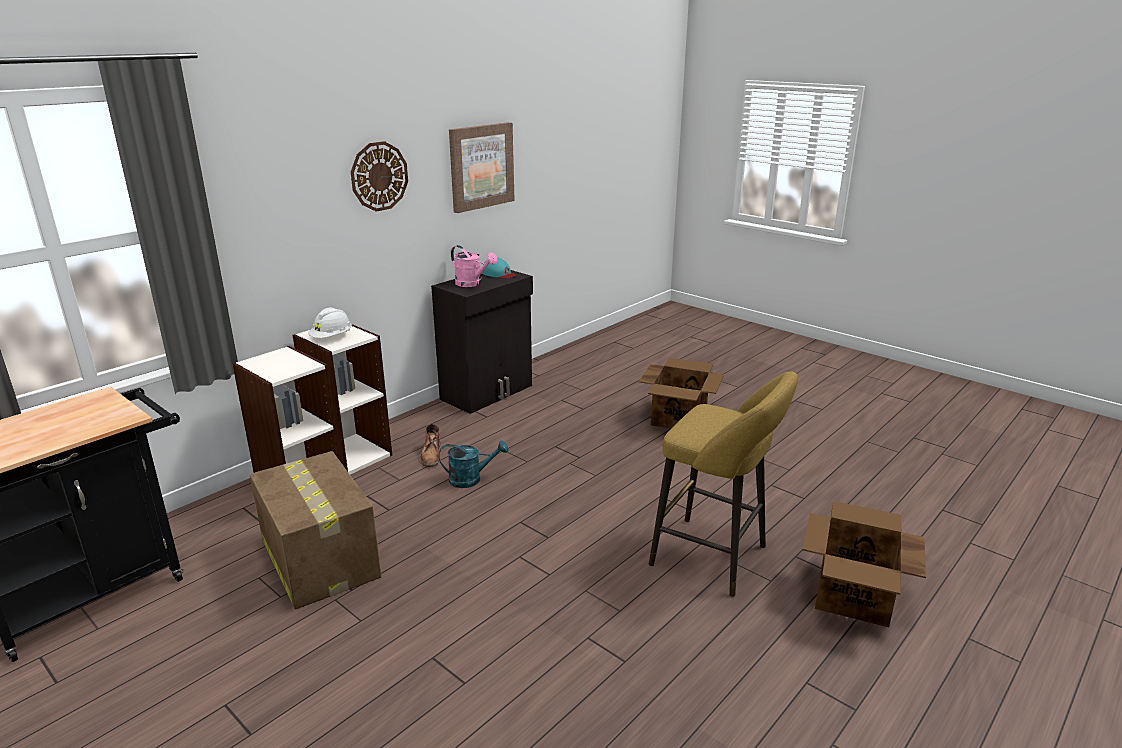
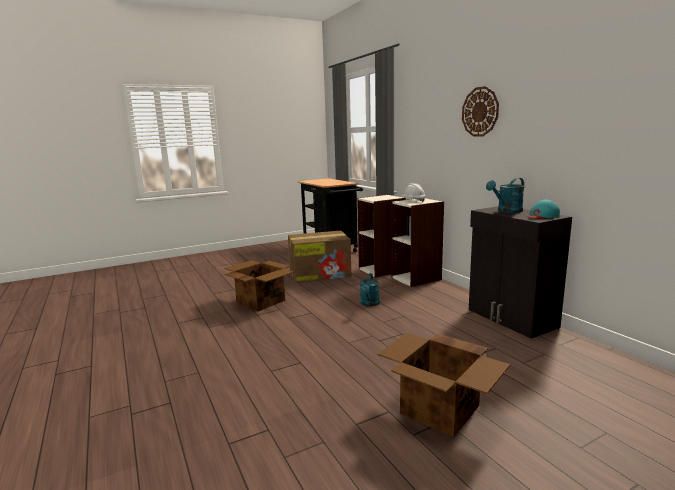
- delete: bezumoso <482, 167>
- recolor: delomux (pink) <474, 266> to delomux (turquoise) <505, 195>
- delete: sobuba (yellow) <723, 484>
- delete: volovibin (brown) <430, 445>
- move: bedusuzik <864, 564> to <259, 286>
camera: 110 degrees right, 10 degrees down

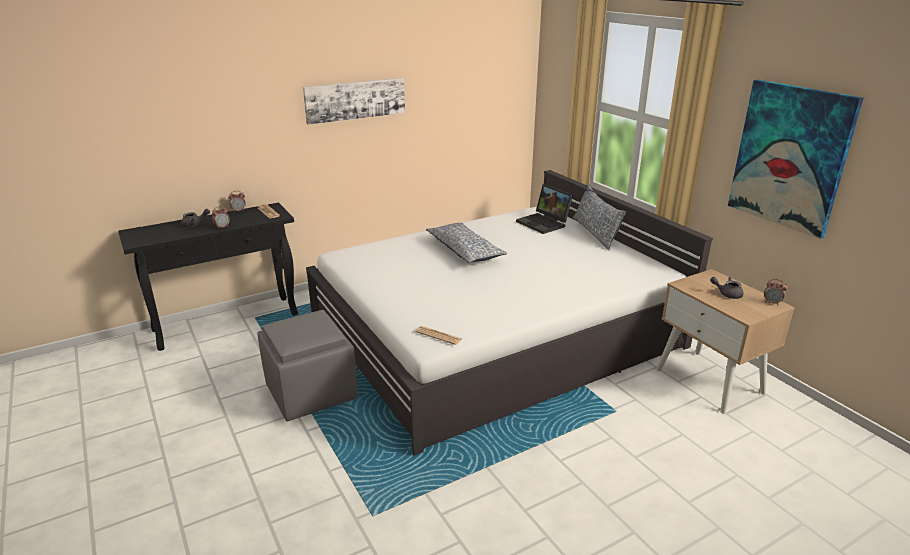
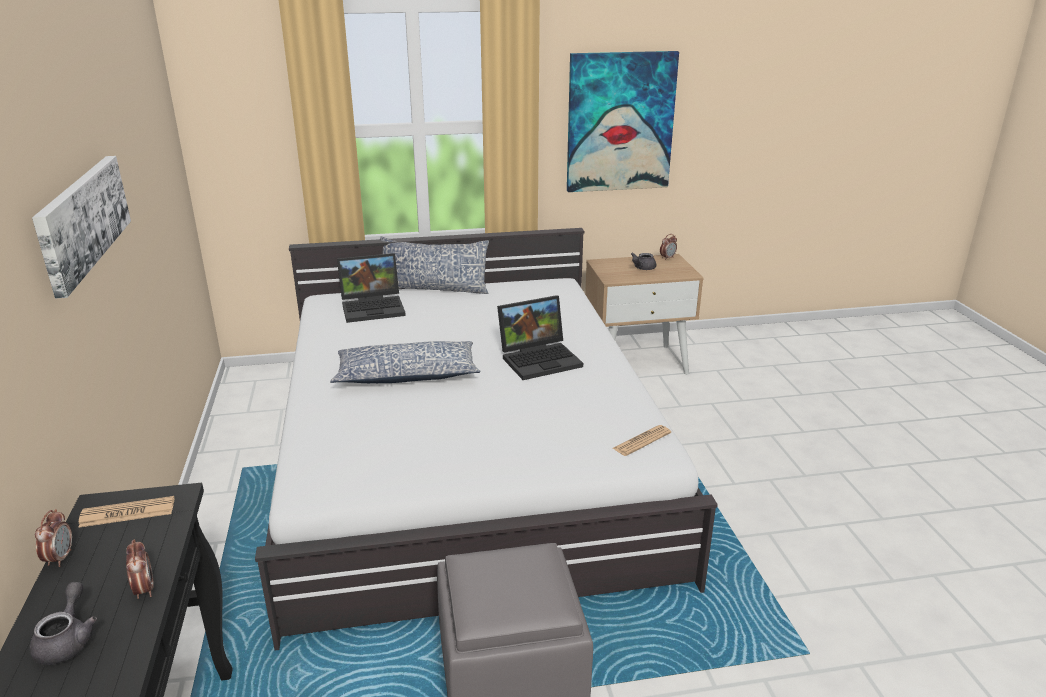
- insert: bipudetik <540, 337>
camera: 70 degrees left, 0 degrees up

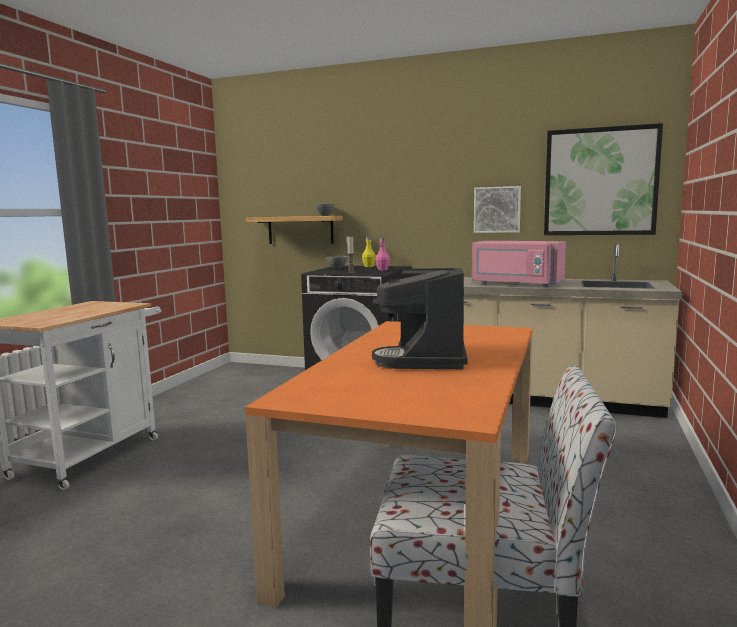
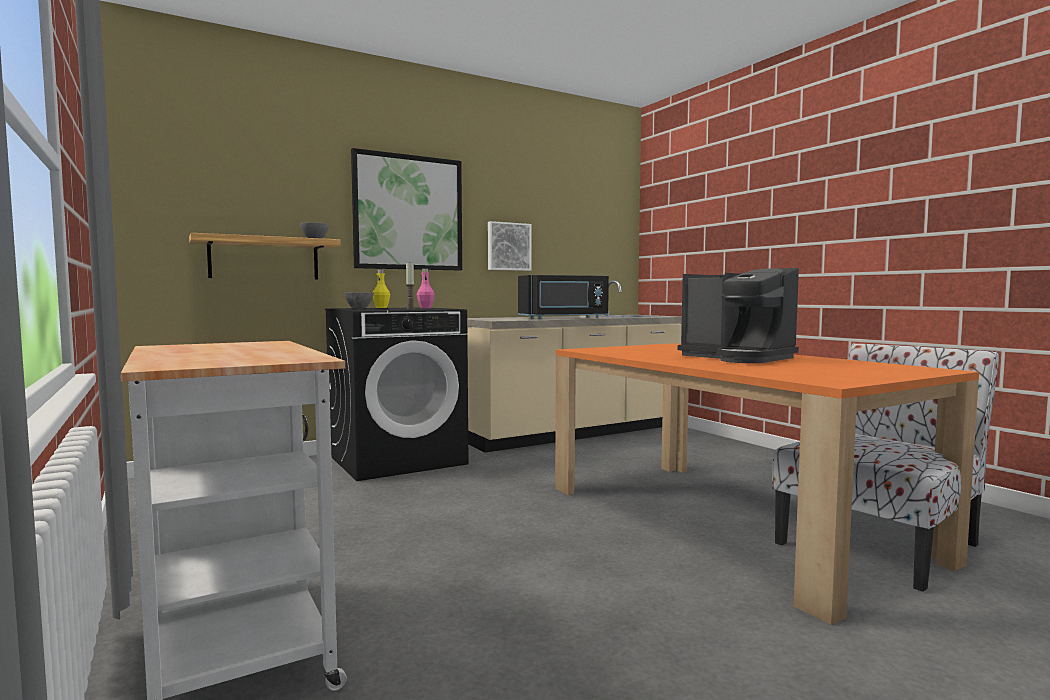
- move: bezumoso <603, 179> to <406, 209>
- recolor: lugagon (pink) <519, 264> to lugagon (black) <563, 297>
camera: 50 degrees left, 5 degrees down

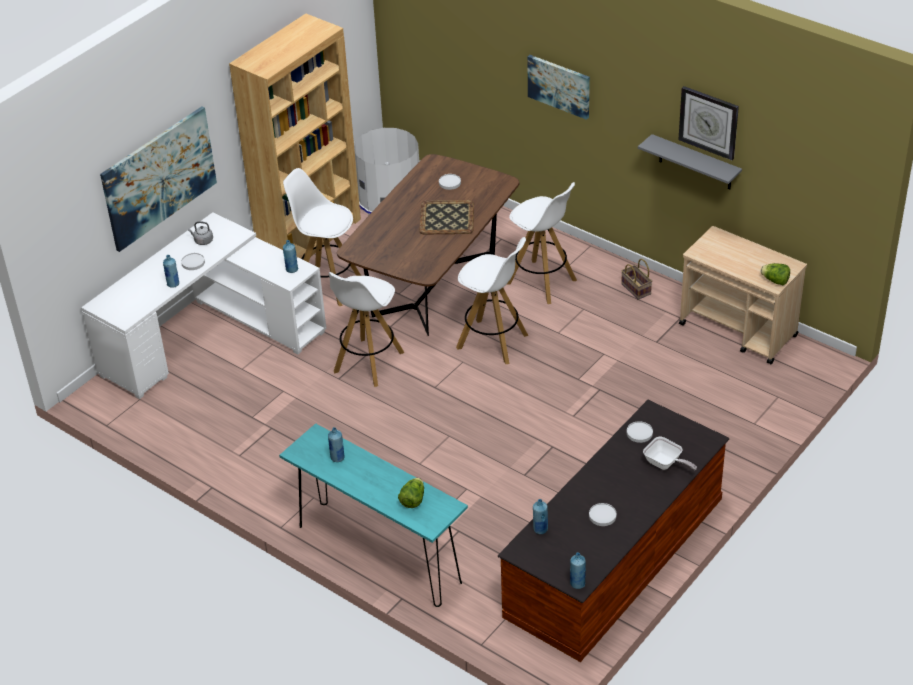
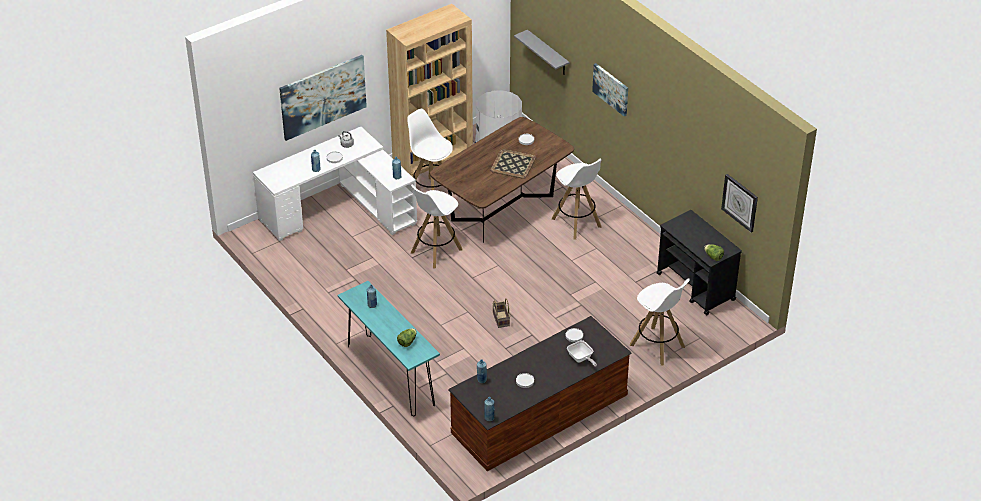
- move: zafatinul <708, 123> to <739, 203>
- move: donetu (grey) <690, 161> to <541, 52>
- recolor: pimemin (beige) <743, 295> to pimemin (black) <699, 262>
- move: sobuba (white) <492, 300> to <660, 322>
- move: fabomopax <636, 279> to <501, 313>
camera: 15 degrees right, 0 degrees up

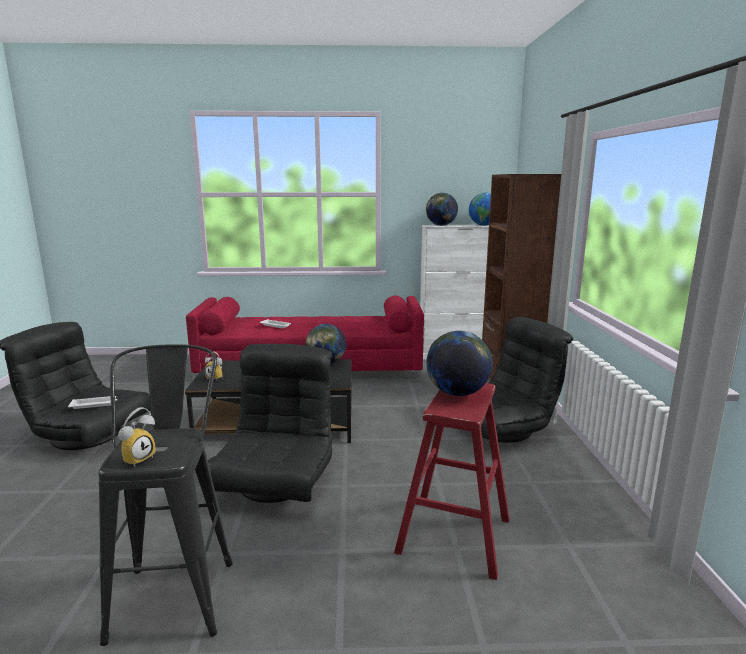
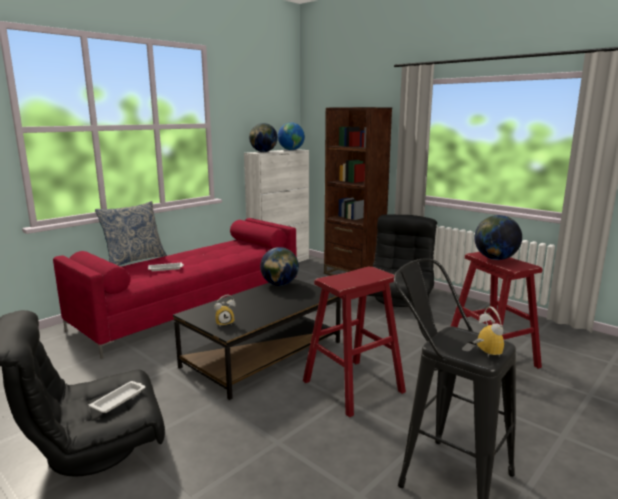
- replace: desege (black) <270, 423> to sobuba (red) <354, 342>
- insert: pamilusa <131, 233>
camera: 45 degrees left, 0 degrees up

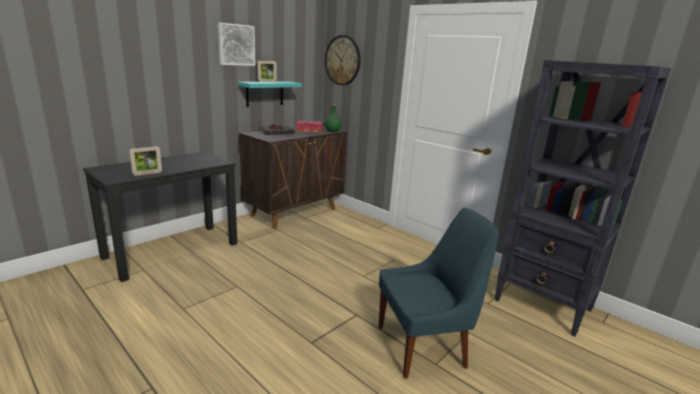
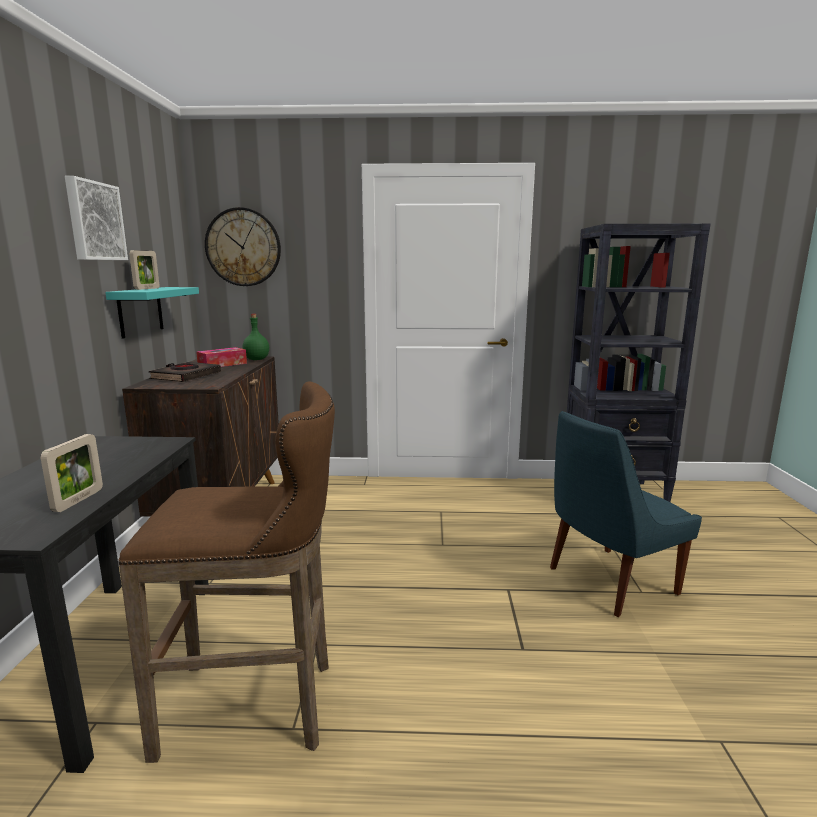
- rotate: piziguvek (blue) <439, 293> = <626, 514> 150 degrees counterclockwise
- insert: sobuba (brown) <226, 572>
camera: 40 degrees left, 5 degrees down

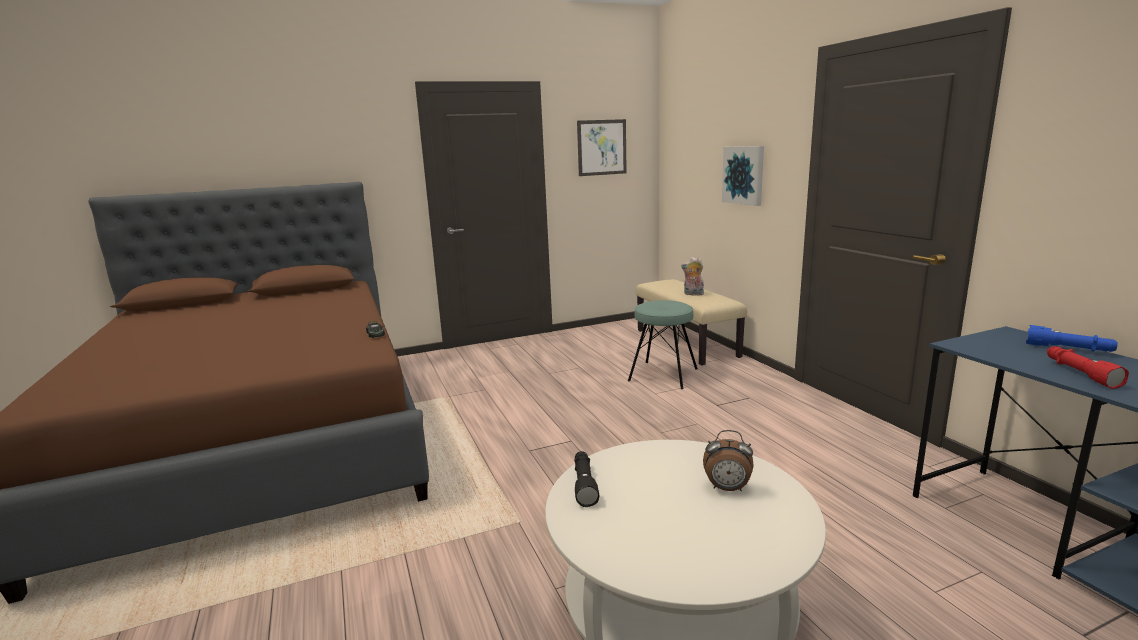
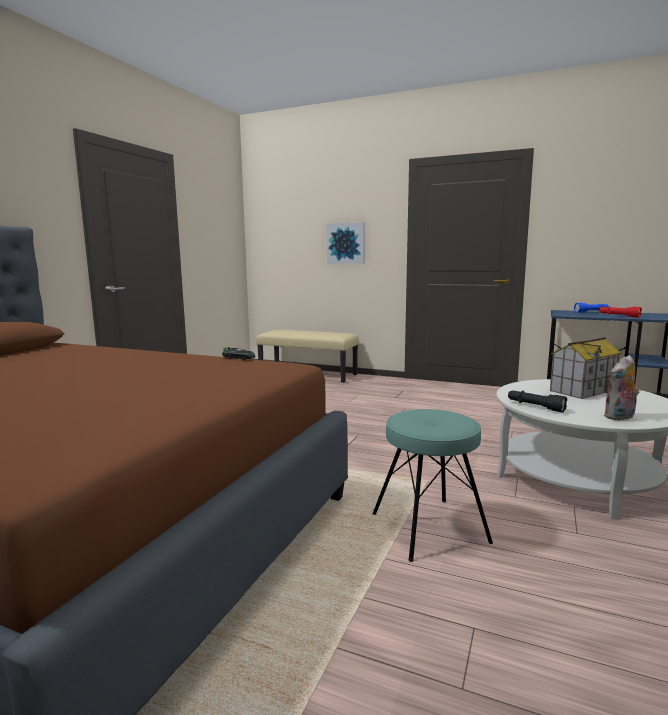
- delete: bezumoso <602, 147>
- move: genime <693, 276> to <621, 388>
- move: sobuba (turquoise) <663, 344> to <432, 485>
- replace: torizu <728, 460> to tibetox <585, 368>
camera: 45 degrees left, 5 degrees down

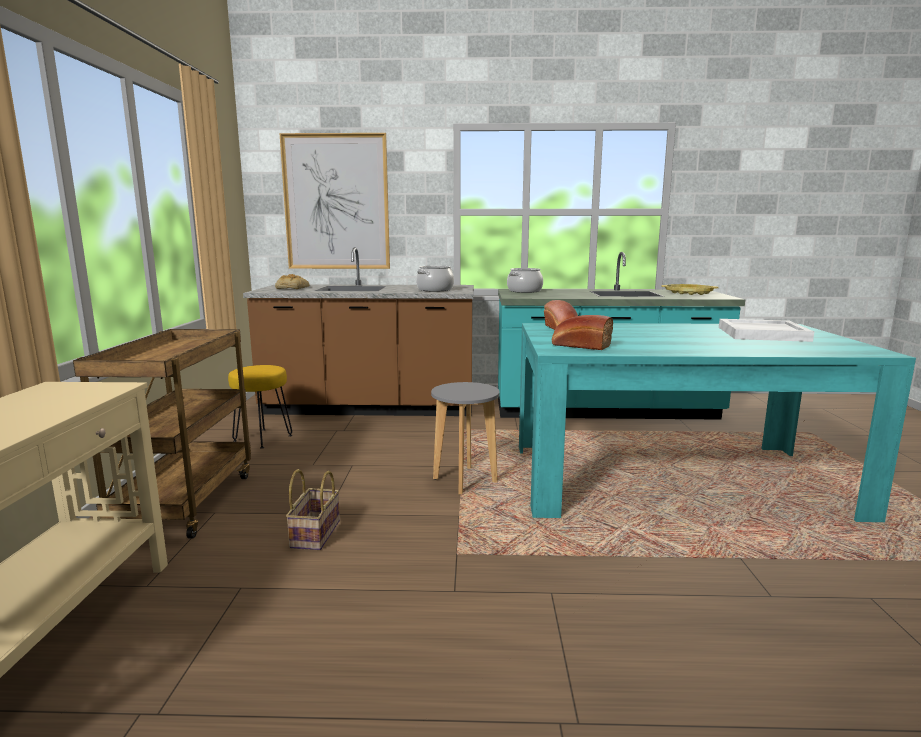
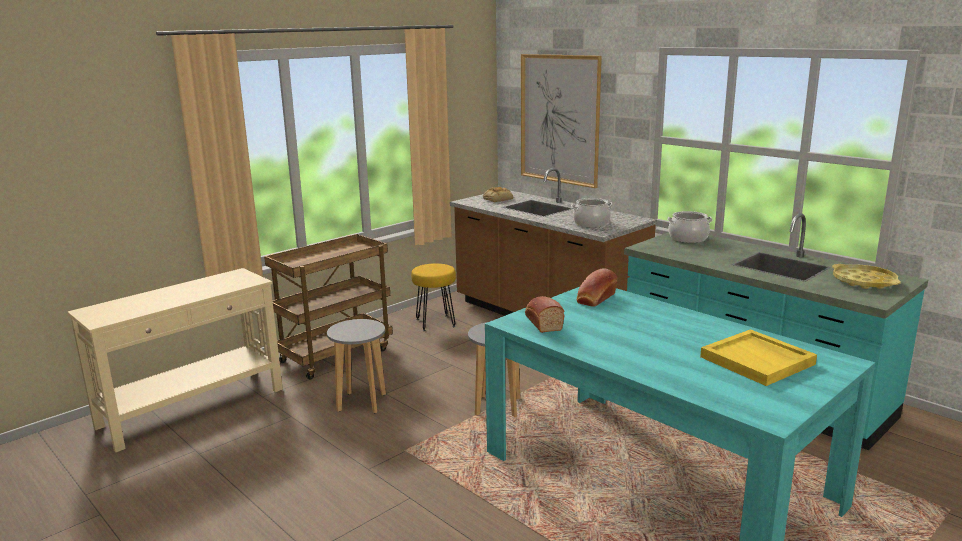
- recolor: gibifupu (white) <766, 330> to gibifupu (yellow) <758, 357>
- replace: fabomopax <313, 509> to sobuba (grey) <356, 366>
camera: 45 degrees right, 5 degrees up

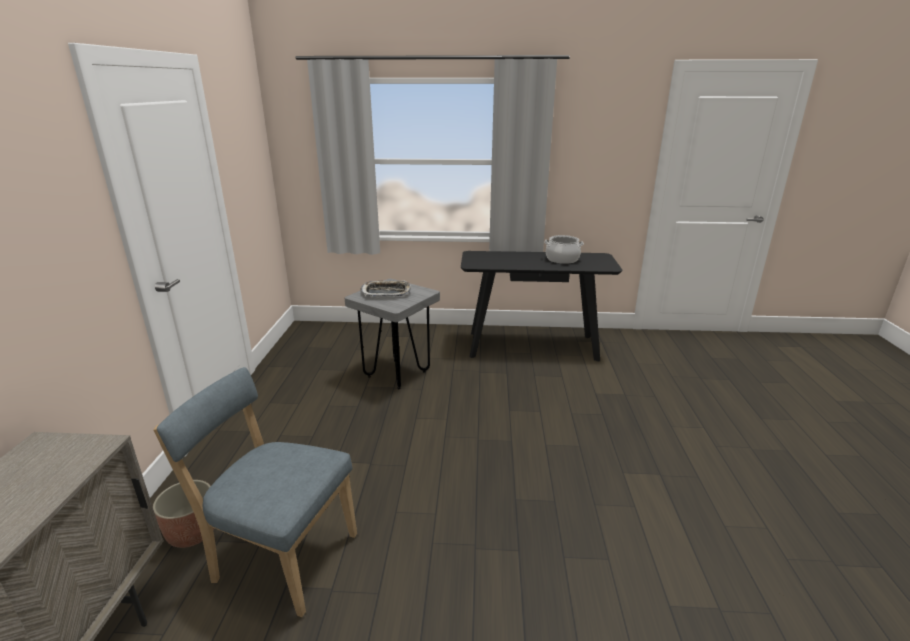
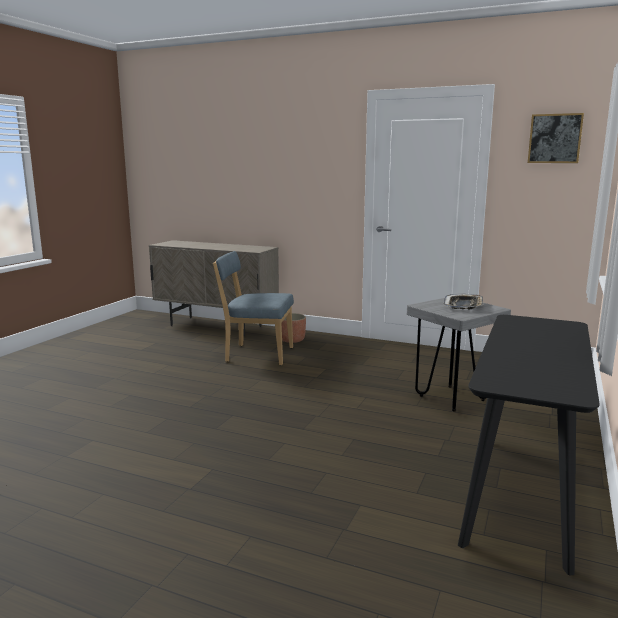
- delete: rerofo <564, 249>
- rotate: piziguvek (blue) <255, 492> = <253, 308> 120 degrees counterclockwise
- insert: bezumoso <556, 138>
camera: 110 degrees right, 10 degrees down

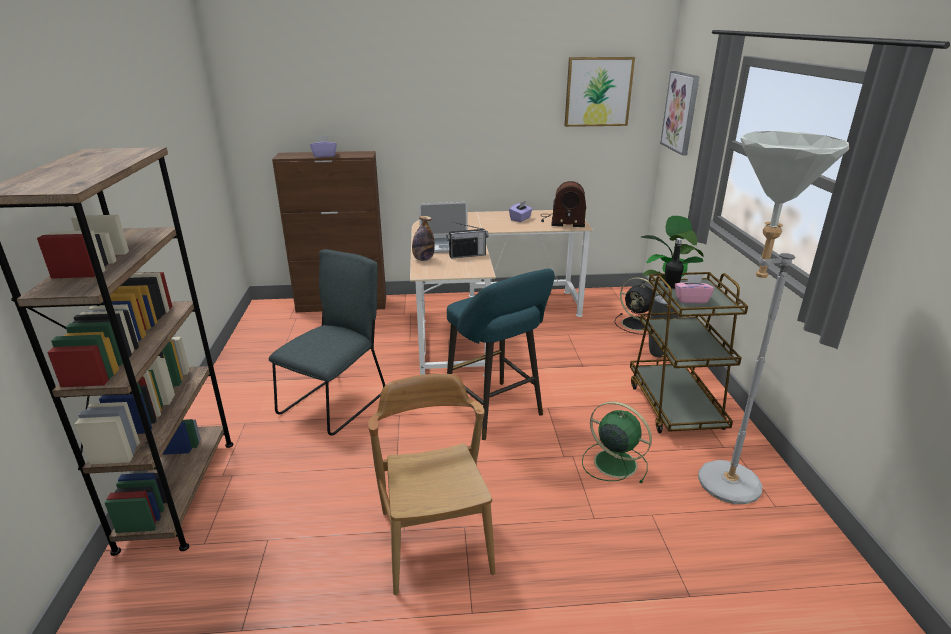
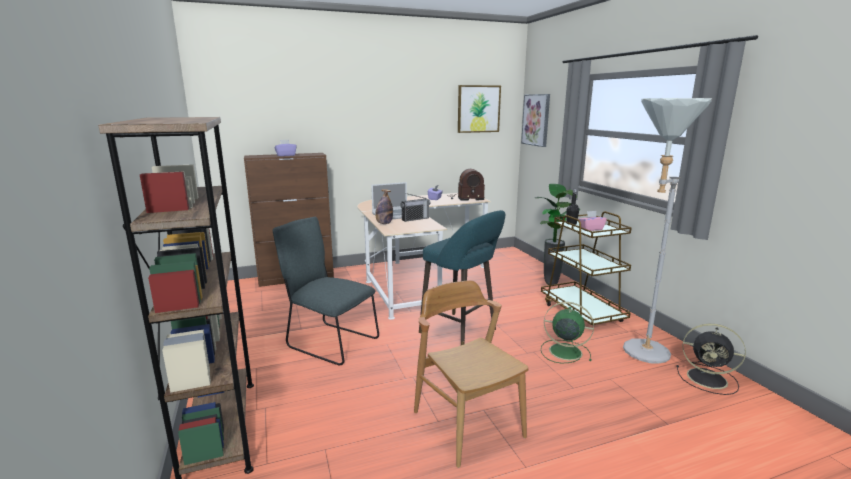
- rotate: piziguvek (grey) <327, 342> = <326, 291> 75 degrees counterclockwise
- move: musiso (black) <636, 305> to <711, 359>
camera: 15 degrees left, 10 degrees down

